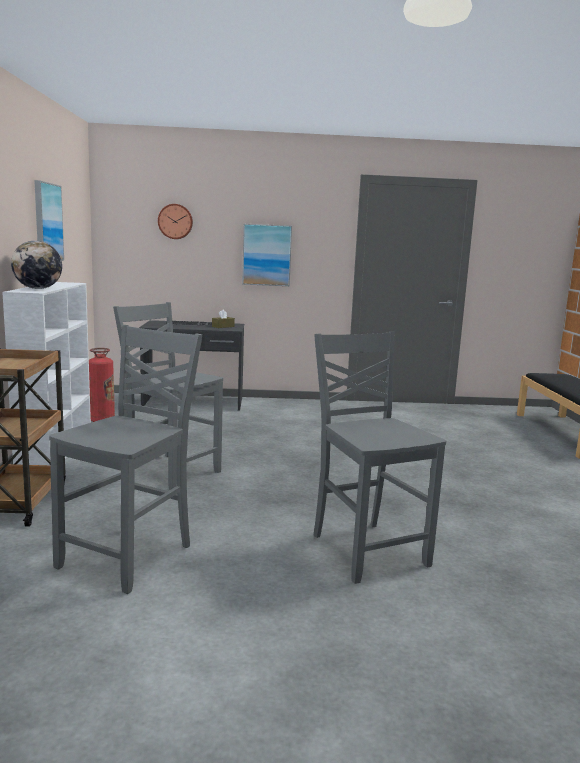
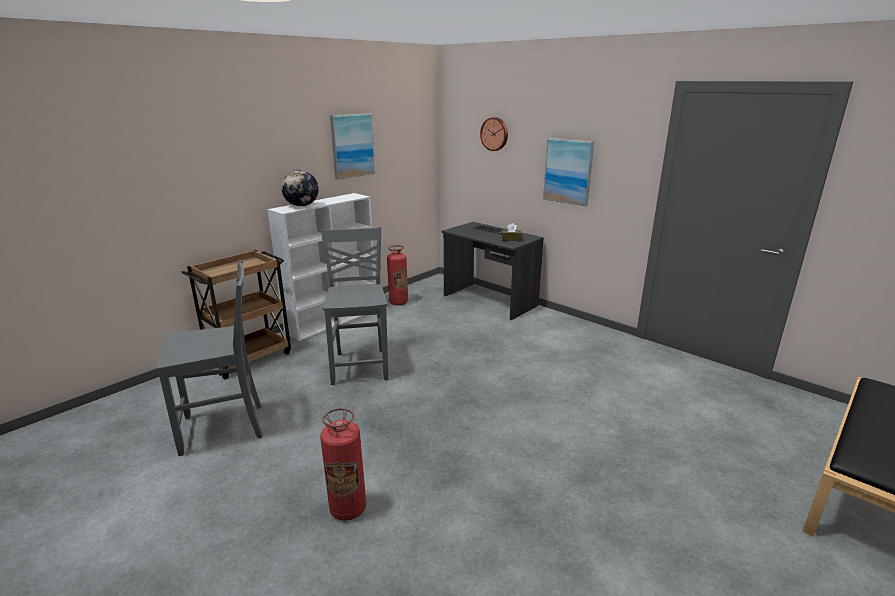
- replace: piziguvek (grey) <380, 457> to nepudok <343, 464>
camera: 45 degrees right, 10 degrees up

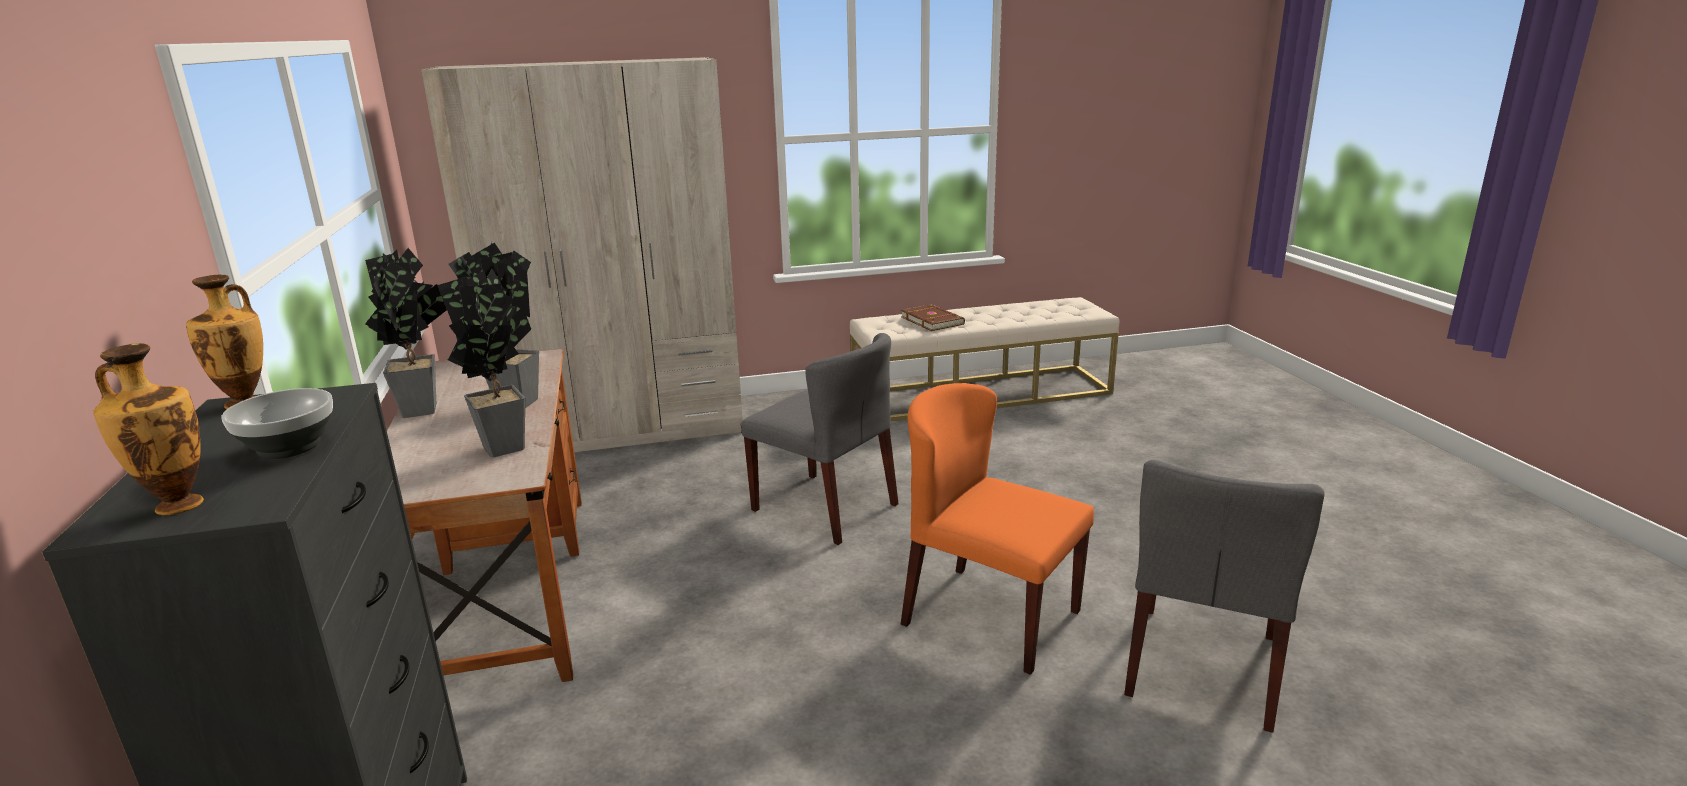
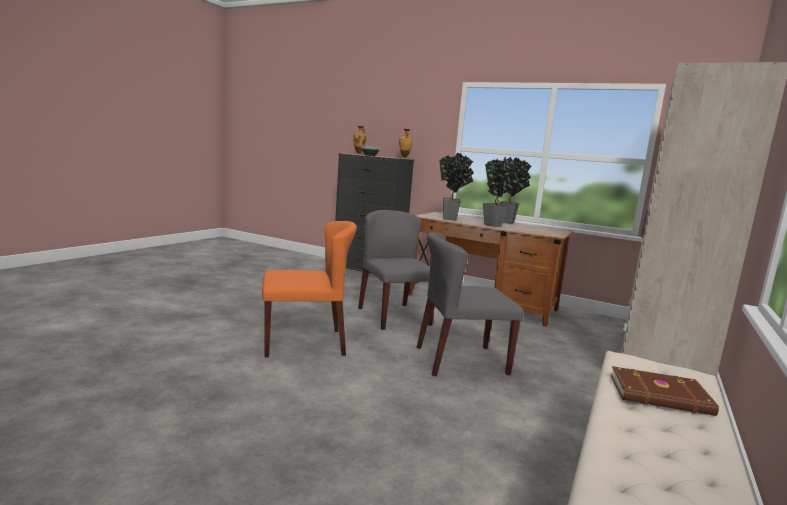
- move: piziguvek (grey) <1224, 596> to <396, 270>
camera: 130 degrees right, 10 degrees down

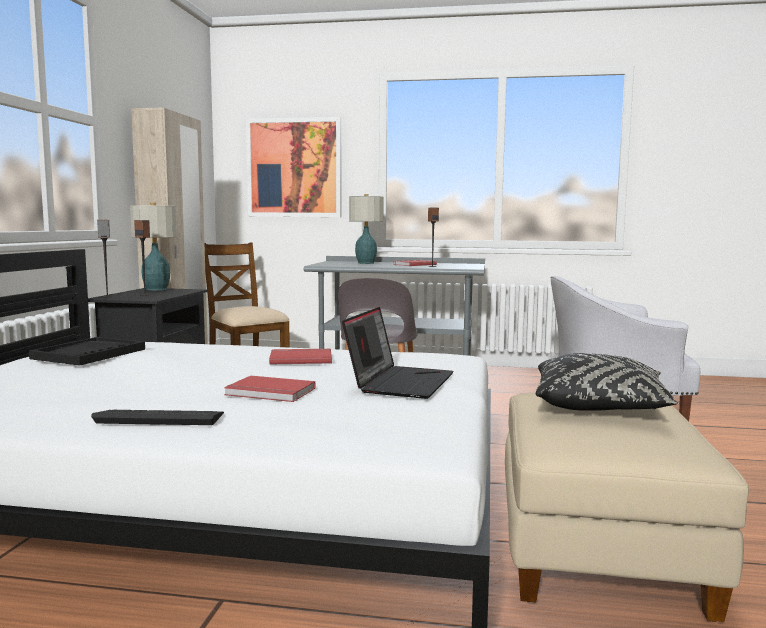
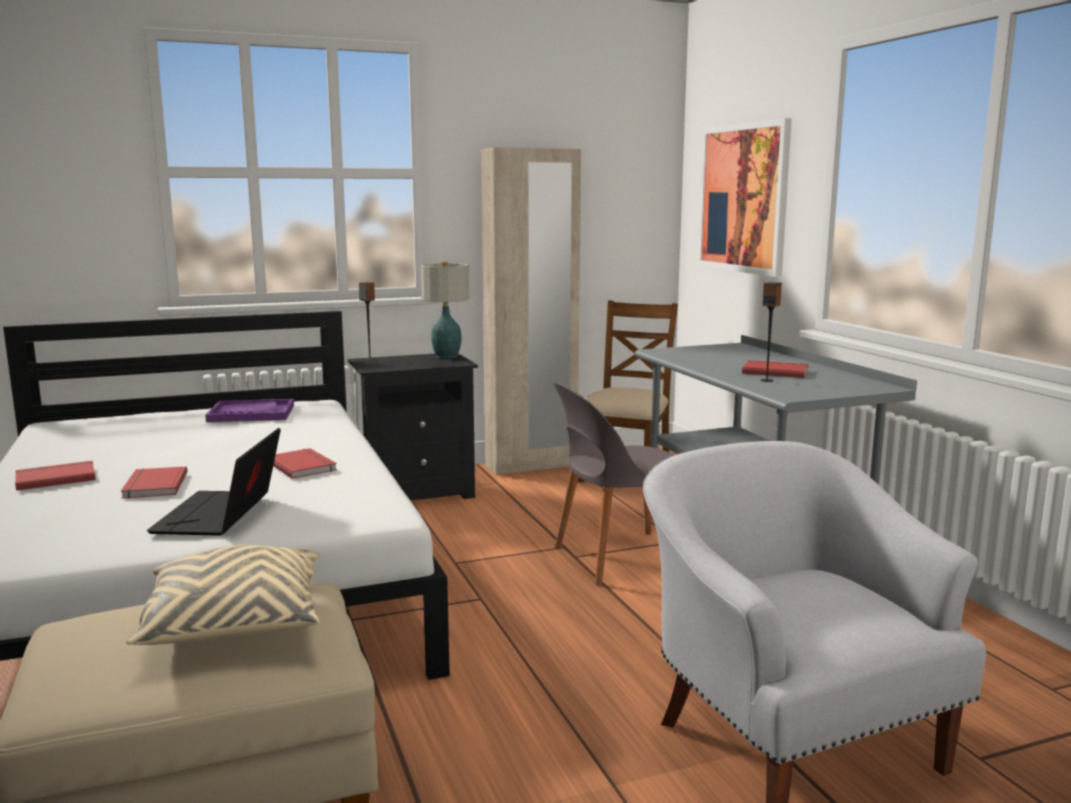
- delete: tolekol <366, 229>
- delete: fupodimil <142, 258>
- rotate: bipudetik <398, 353> = <214, 482> 105 degrees clockwise
- recolor: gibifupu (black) <87, 351> to gibifupu (purple) <249, 410>
- recolor: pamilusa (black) <607, 382> to pamilusa (beige) <223, 595>
- replace: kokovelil <157, 417> to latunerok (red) <55, 476>
camera: 60 degrees right, 5 degrees up

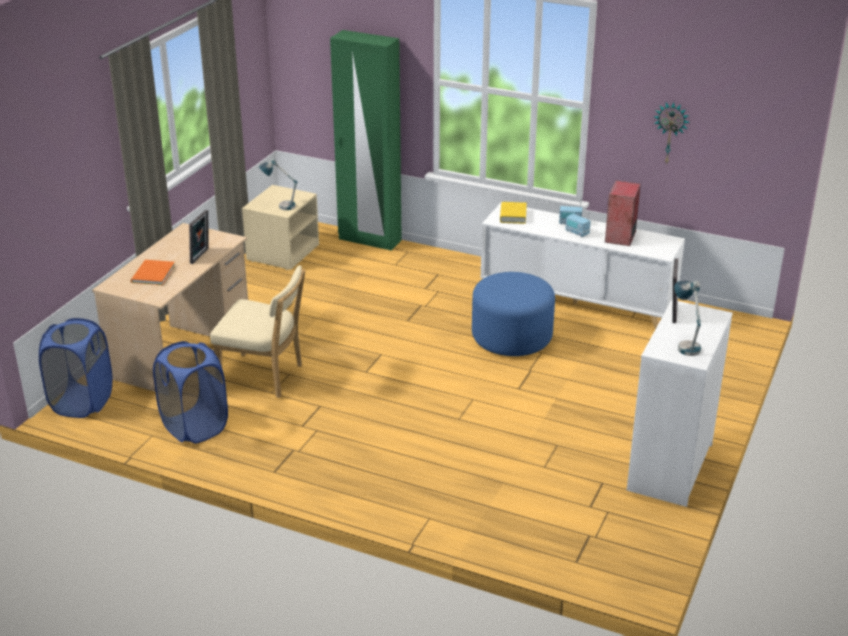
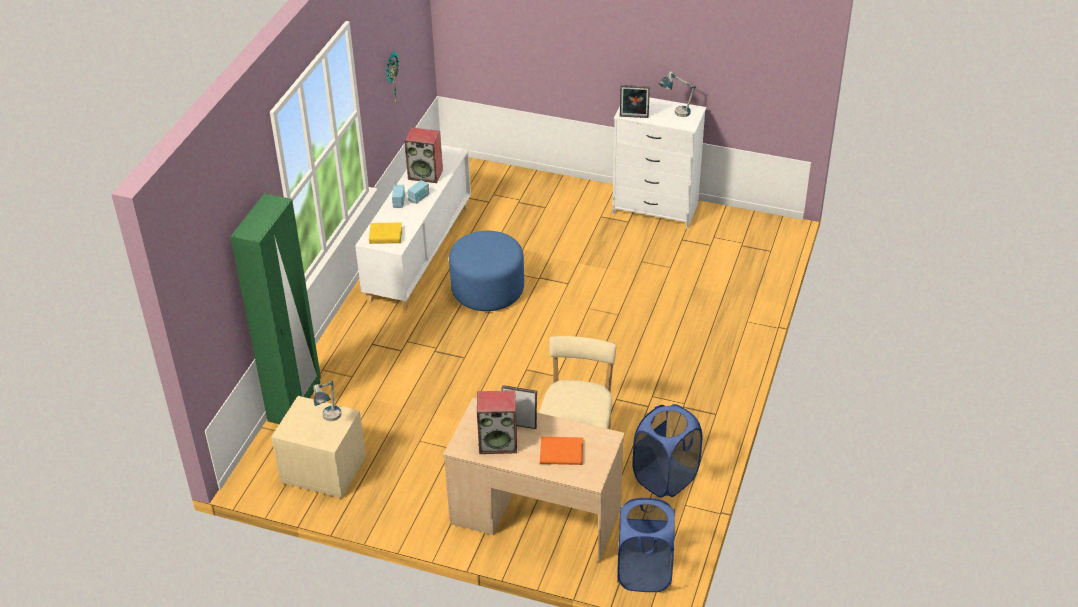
- insert: fupodimil <497, 422>
camera: 95 degrees left, 10 degrees up

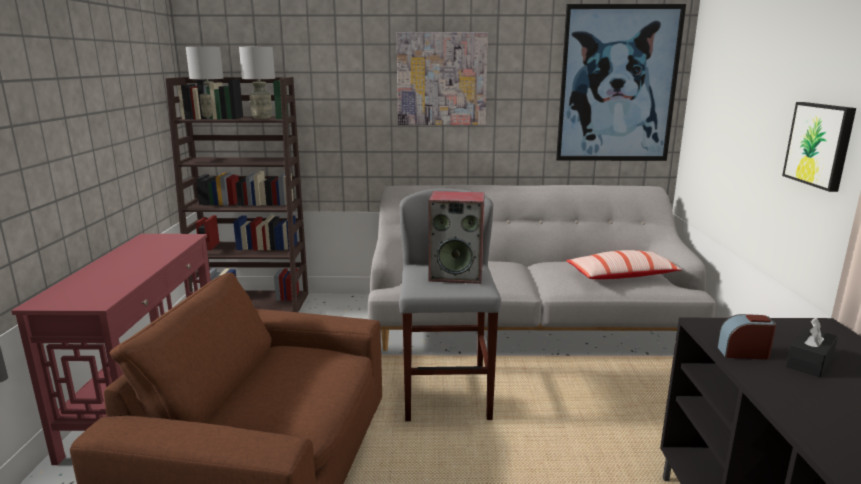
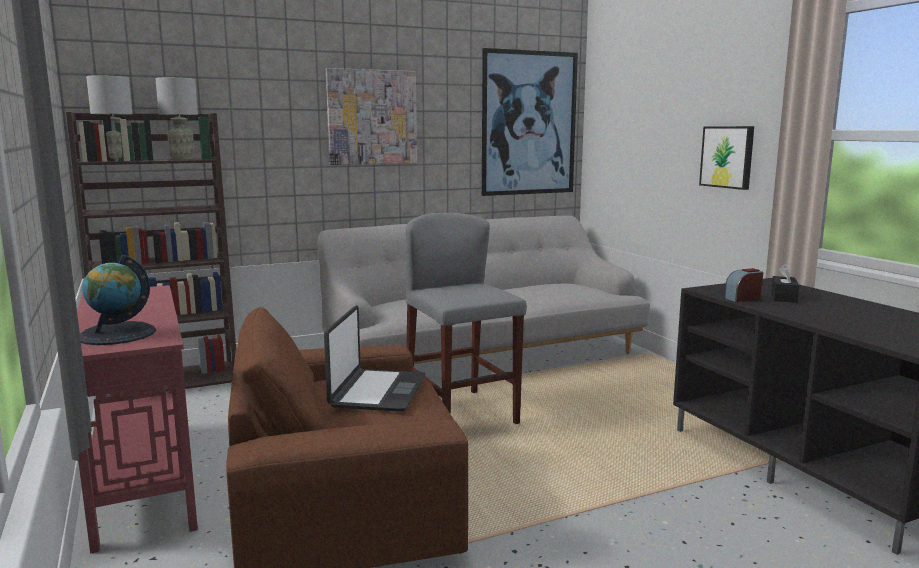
- delete: fupodimil <456, 237>
- delete: pamilusa <624, 264>
- insert: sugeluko <118, 300>
- insert: bipudetik <375, 358>
camera: 25 degrees left, 5 degrees down

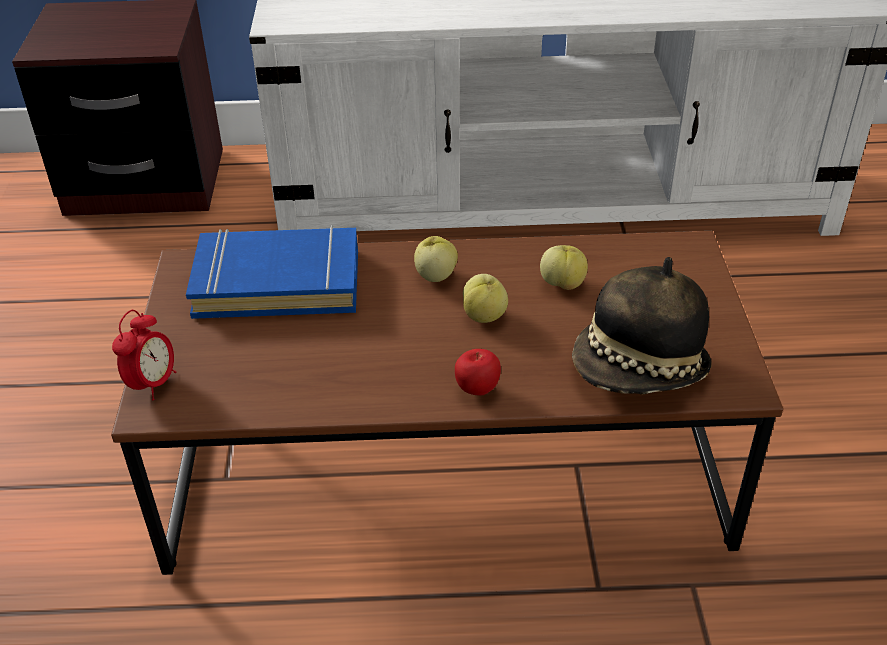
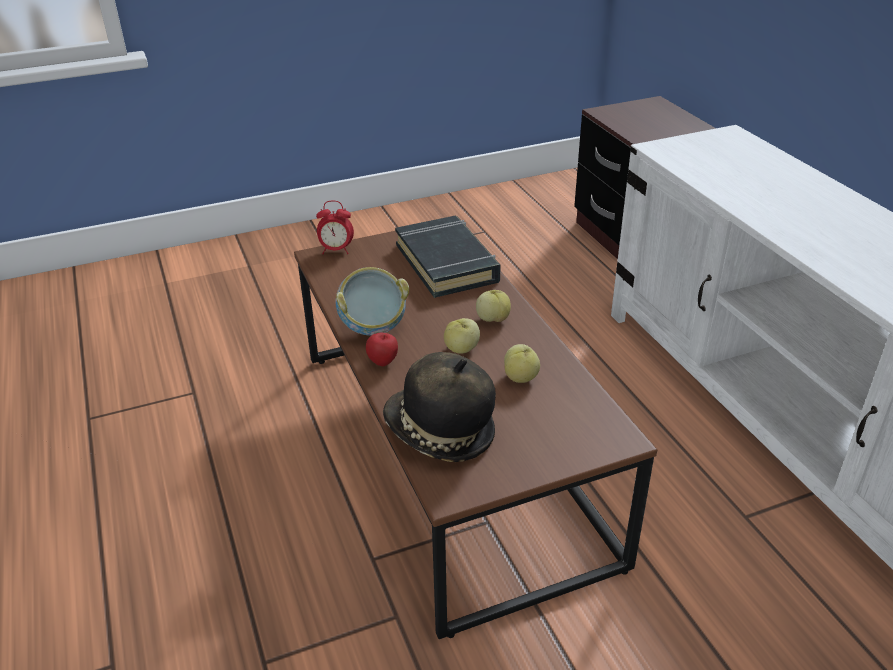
- recolor: latunerok (blue) <272, 272> to latunerok (black) <448, 257>
- insert: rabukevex <372, 301>
camera: 70 degrees right, 5 degrees down

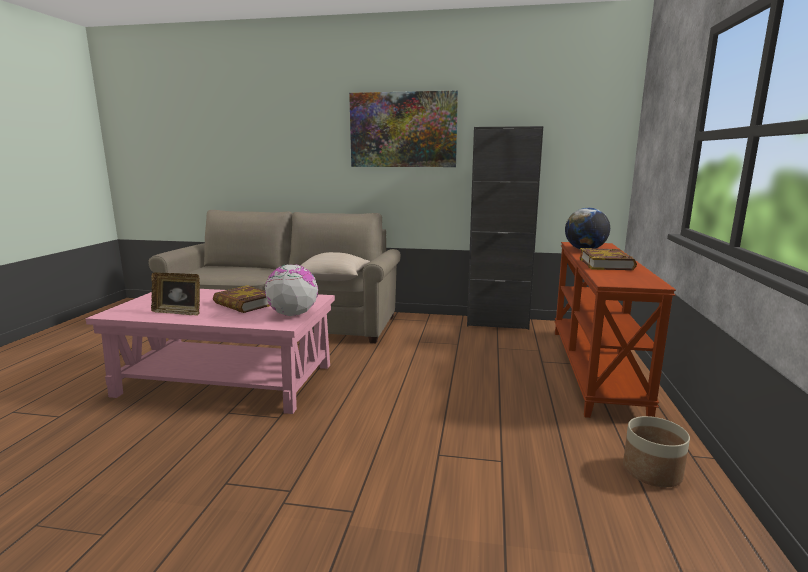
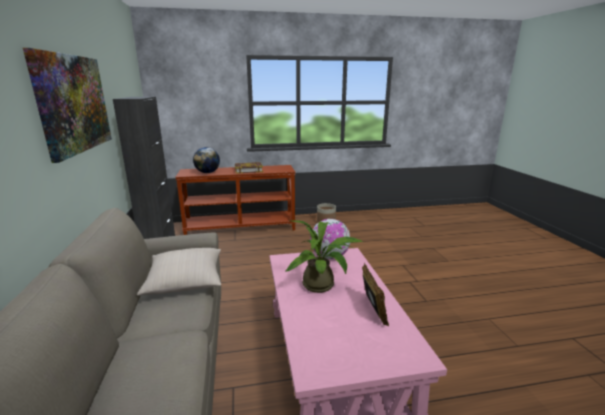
- replace: latunerok <241, 299> to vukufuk <324, 256>
camera: 110 degrees left, 5 degrees up

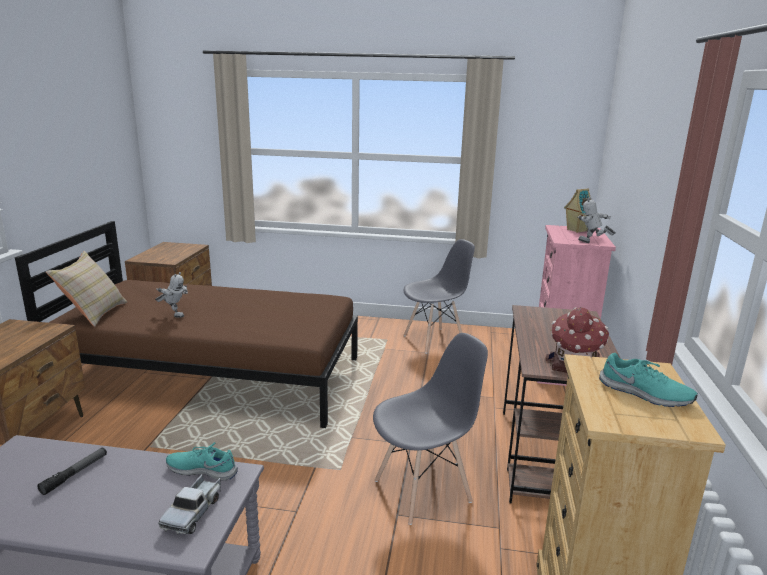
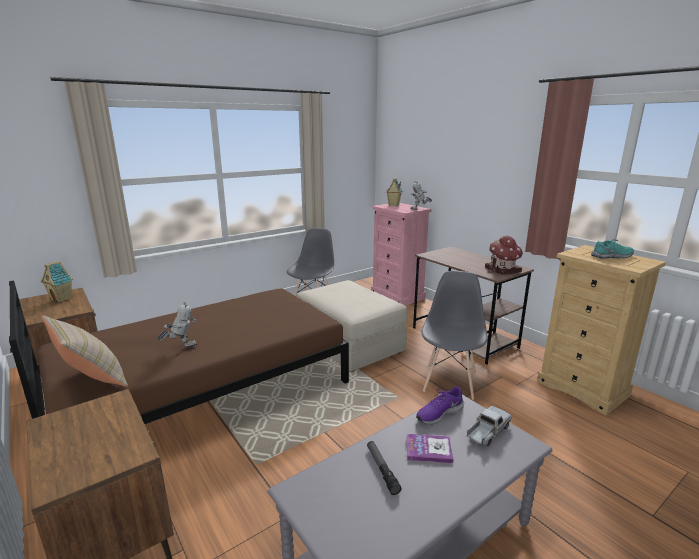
- recolor: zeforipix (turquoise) <202, 461> to zeforipix (purple) <440, 405>
- rotate: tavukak <189, 504> = <489, 426> 105 degrees counterclockwise
- insert: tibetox <57, 282>
- insert: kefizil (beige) <352, 326>
- insert: latunerok <430, 448>
camera: 45 degrees left, 0 degrees up

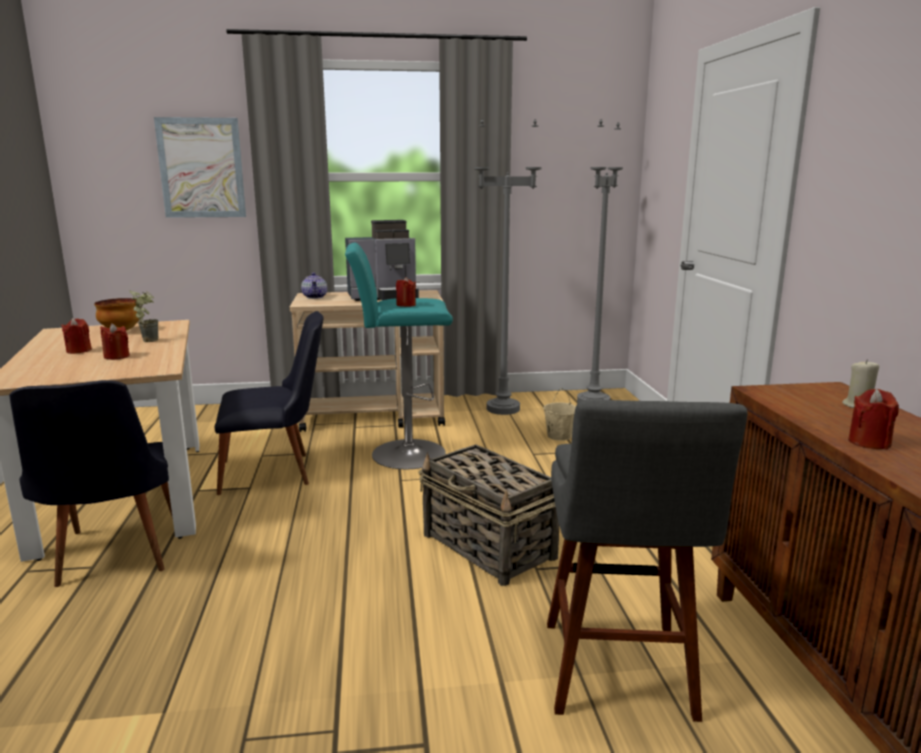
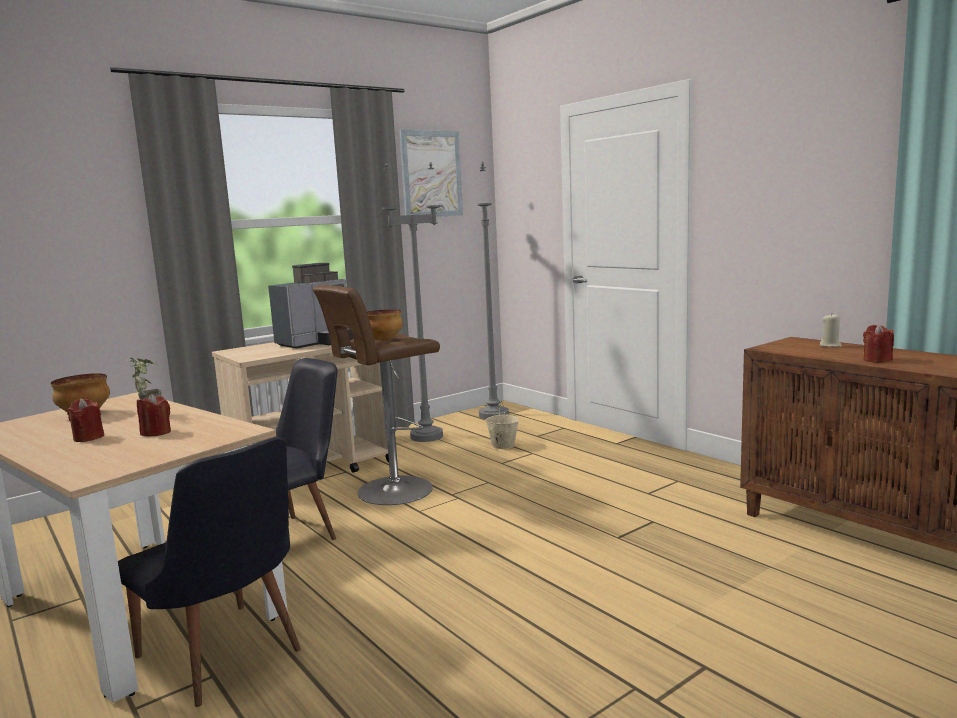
- move: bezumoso <200, 167> to <431, 173>
- recolor: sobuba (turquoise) <399, 355> to sobuba (brown) <376, 395>
- delete: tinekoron <314, 285>
- replace: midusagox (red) <406, 292> to rabukevex <385, 325>
- delete: sobuba (grey) <647, 561>
- delete: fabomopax <488, 515>
camera: 30 degrees left, 5 degrees down

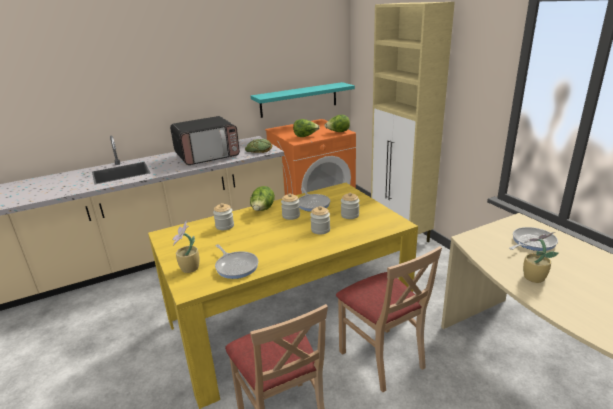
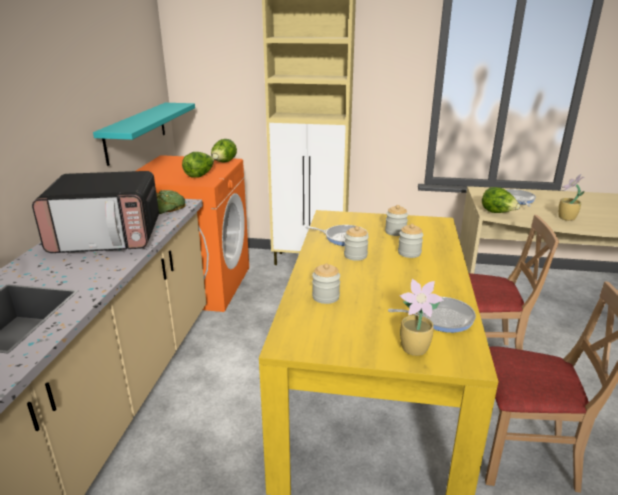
- rotate: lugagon <205, 140> = <95, 212> 75 degrees clockwise
- move: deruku <262, 198> to <501, 200>
camera: 55 degrees left, 0 degrees up

